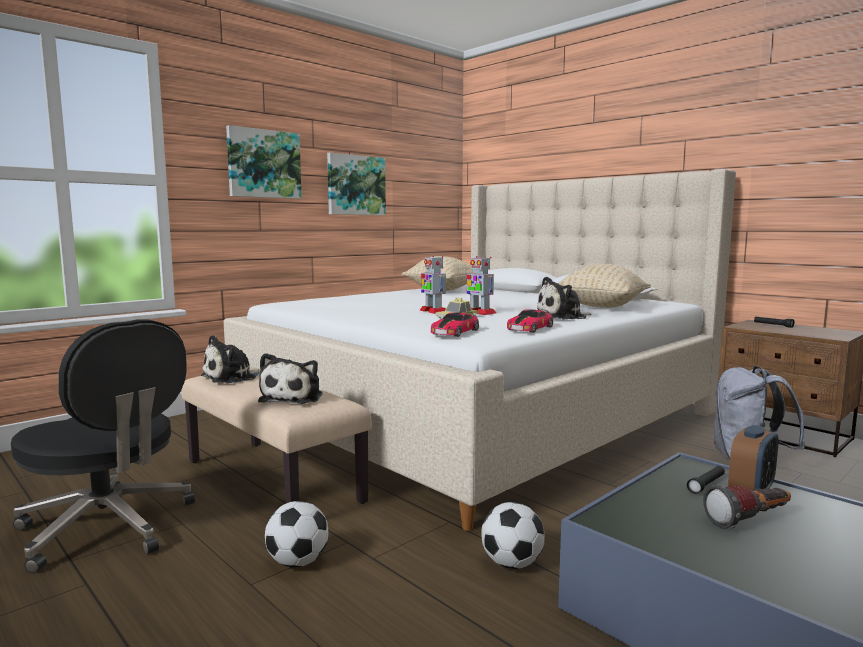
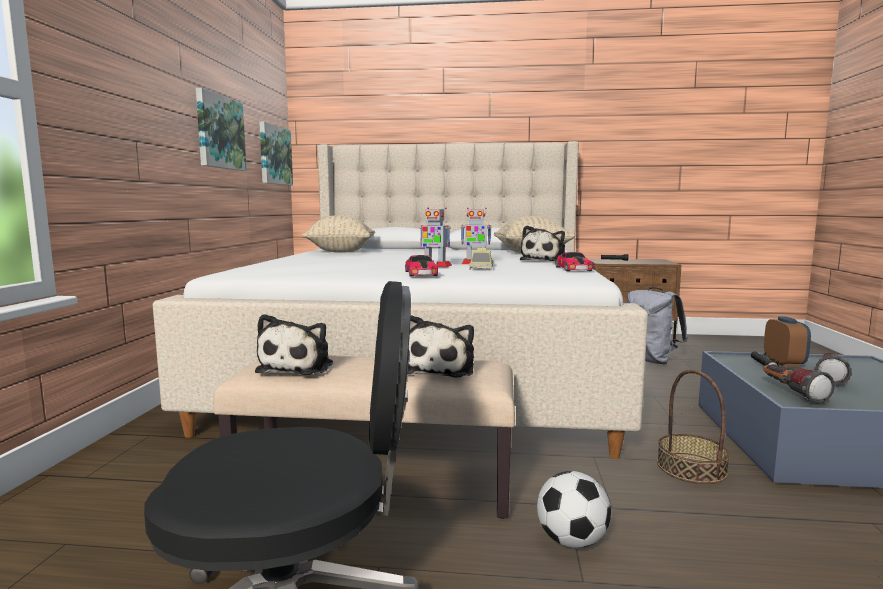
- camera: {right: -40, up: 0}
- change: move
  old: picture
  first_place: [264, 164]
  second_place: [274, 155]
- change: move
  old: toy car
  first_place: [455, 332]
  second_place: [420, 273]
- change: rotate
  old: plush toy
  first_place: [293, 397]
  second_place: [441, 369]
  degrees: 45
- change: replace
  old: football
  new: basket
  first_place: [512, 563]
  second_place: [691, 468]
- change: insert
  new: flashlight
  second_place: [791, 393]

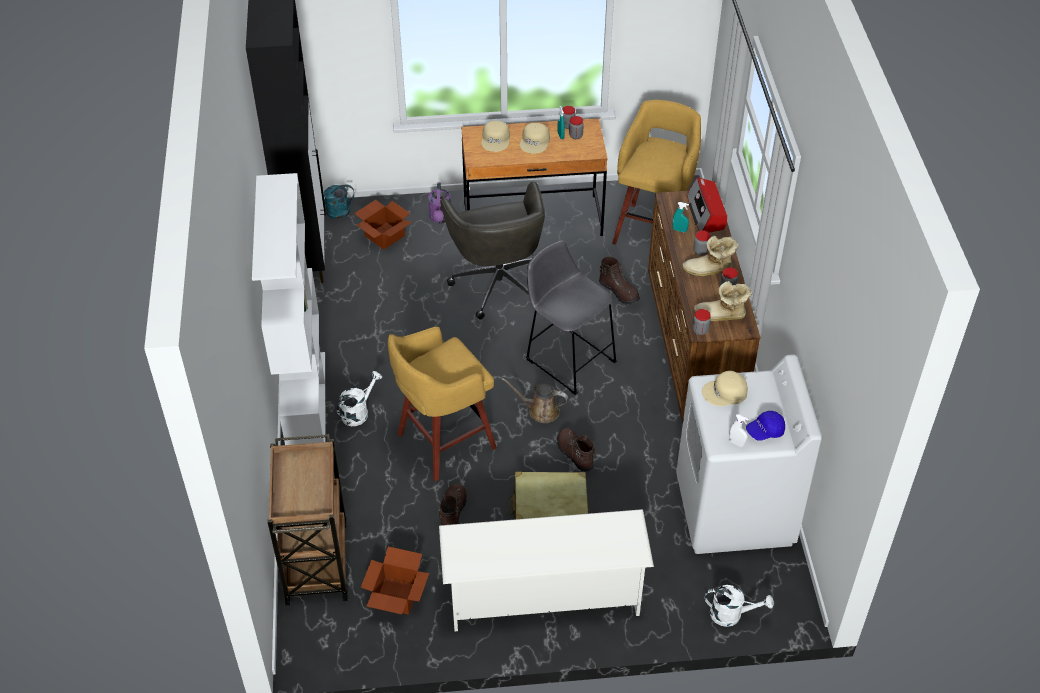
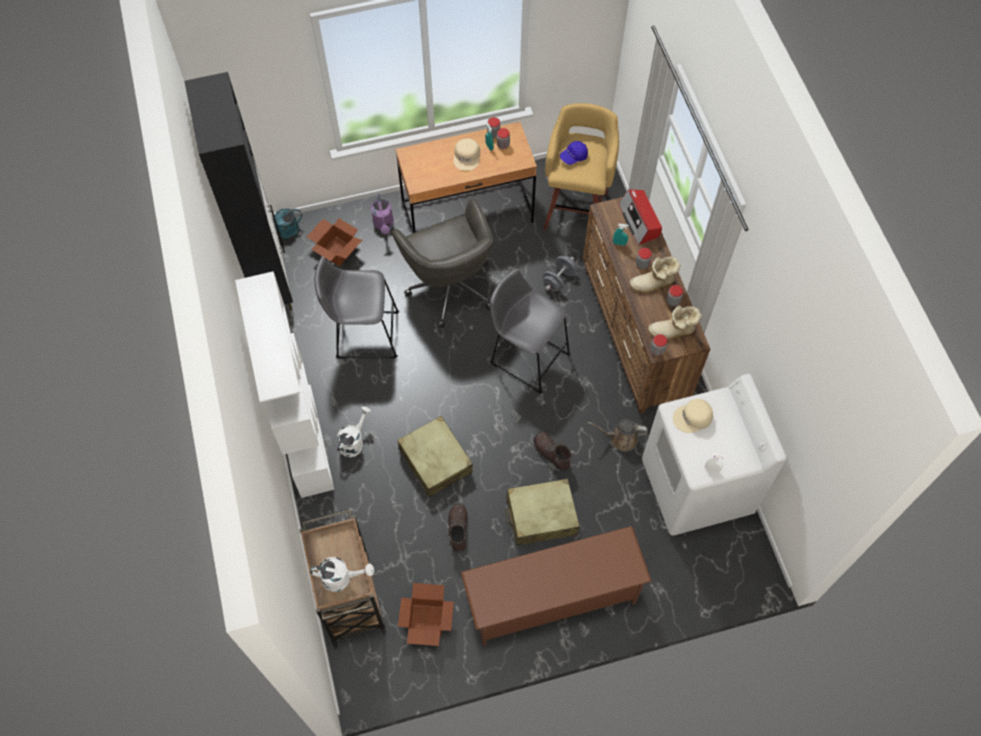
- camera: {right: -10, up: 15}
- change: move
  old: watering can in white
  first_place: [732, 614]
  second_place: [342, 578]
- change: insert
  new: stool in grey
  second_place: [363, 334]
- change: replace
  old: stool in yellow
  new: suitcase in beige
  first_place: [443, 442]
  second_place: [435, 461]
- change: recolor
  old: shoe rack in white
  new: shoe rack in brown
  first_place: [543, 596]
  second_place: [551, 598]
- change: replace
  old: boot in brown
  new: dumbbell in grey
  first_place: [619, 292]
  second_place: [559, 280]
- change: move
  old: cap in blue
  first_place: [765, 431]
  second_place: [573, 157]
- change: move
  old: watering can in brown
  first_place: [540, 411]
  second_place: [620, 439]
- change: delete
  old: cap in beige
  first_place: [496, 140]

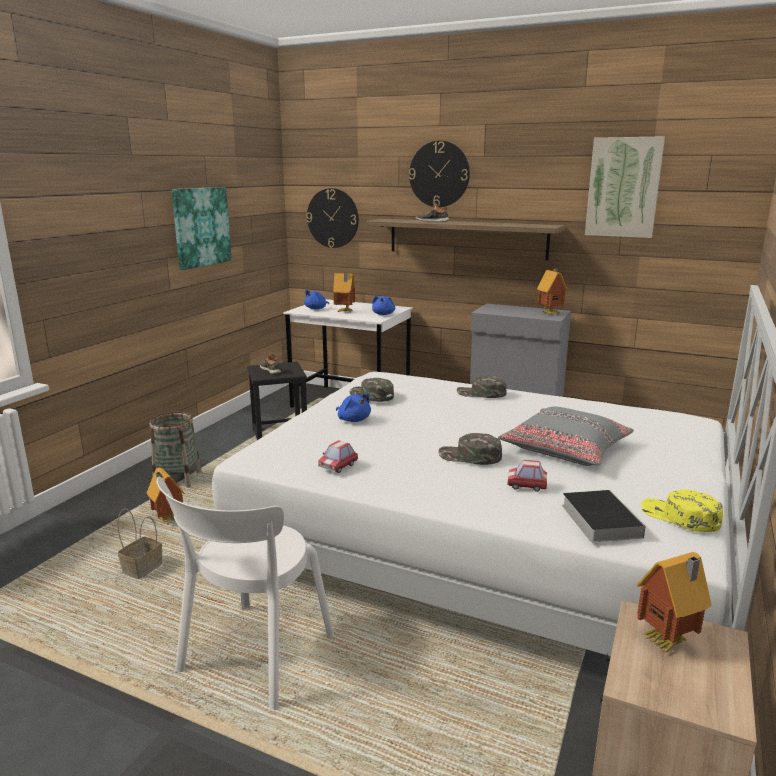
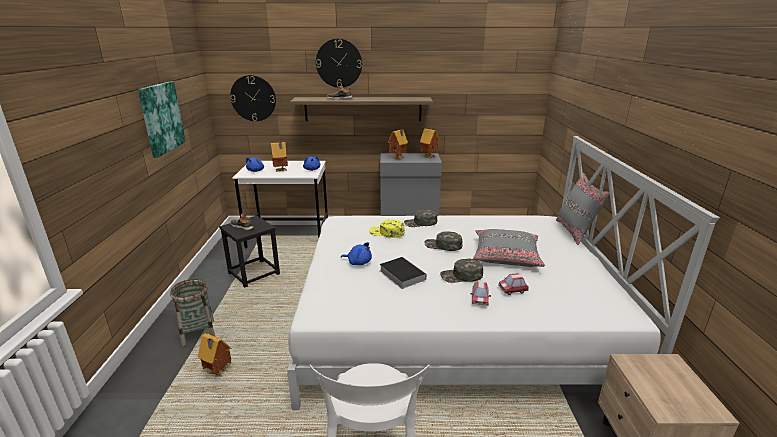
- camera: {right: -25, up: 5}
- change: move
  old: cap in yellow
  first_place: [680, 517]
  second_place: [386, 232]
- change: move
  old: book
  first_place: [598, 519]
  second_place: [401, 274]
- change: move
  old: toy house
  first_place: [668, 643]
  second_place: [398, 158]
- change: move
  old: cap in green
  first_place: [371, 395]
  second_place: [443, 245]
- change: move
  old: toy car
  first_place: [338, 466]
  second_place: [479, 300]
- change: insert
  new: pillow in grey
  second_place: [575, 232]
- change: delete
  old: basket
  first_place: [143, 568]
- change: delete
  old: picture
  first_place: [623, 187]

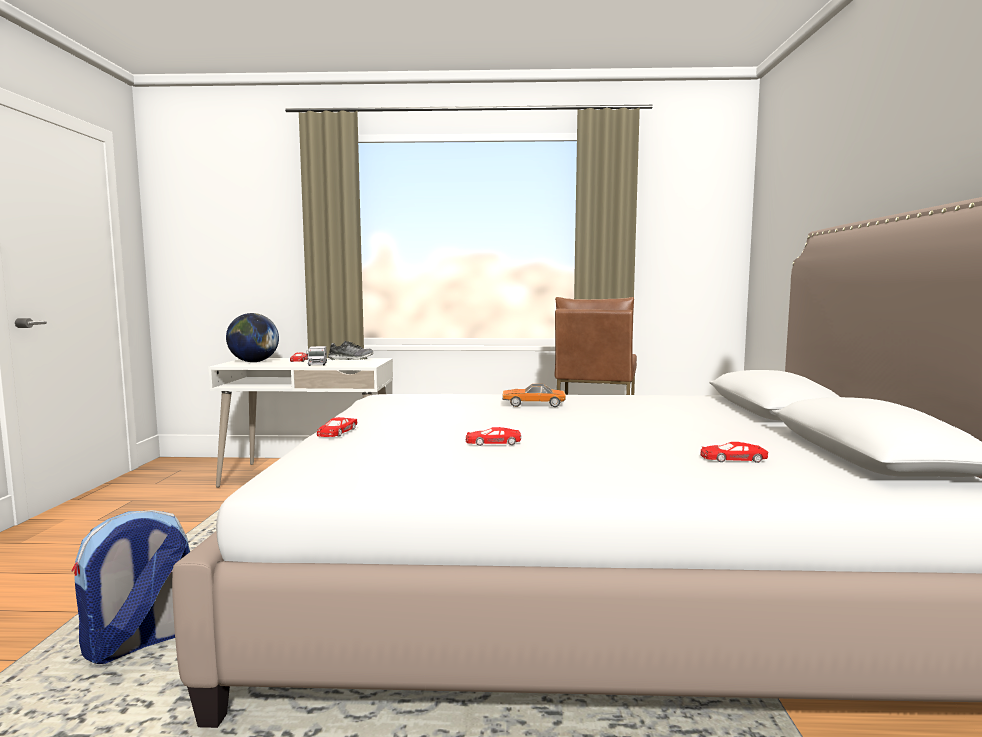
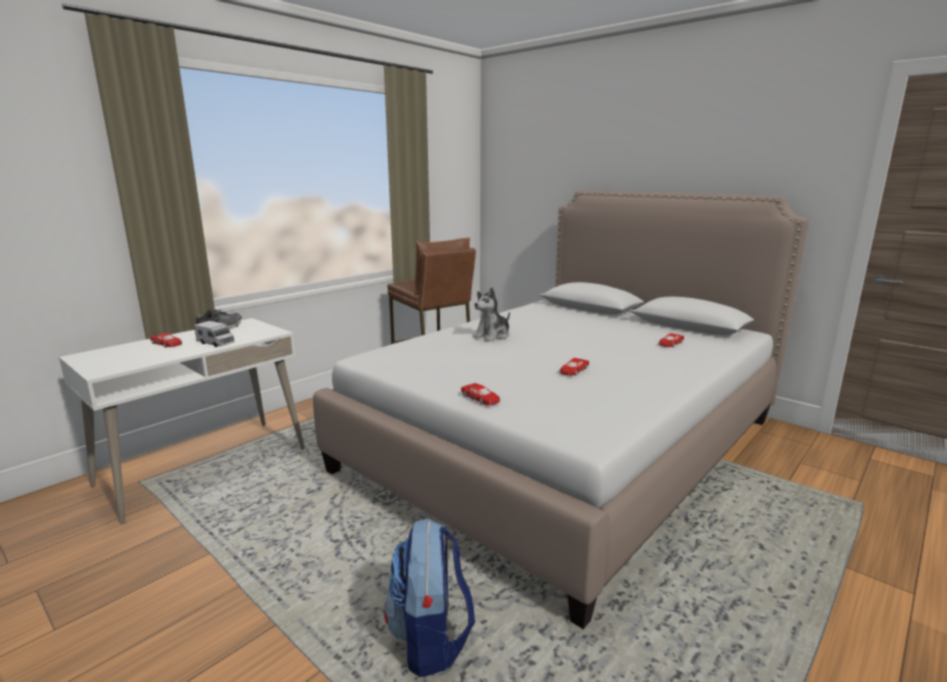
- camera: {right: -50, up: 10}
- change: replace
  old: toy car
  new: plush toy
  first_place: [533, 404]
  second_place: [492, 336]
- change: delete
  old: globe
  first_place: [253, 362]

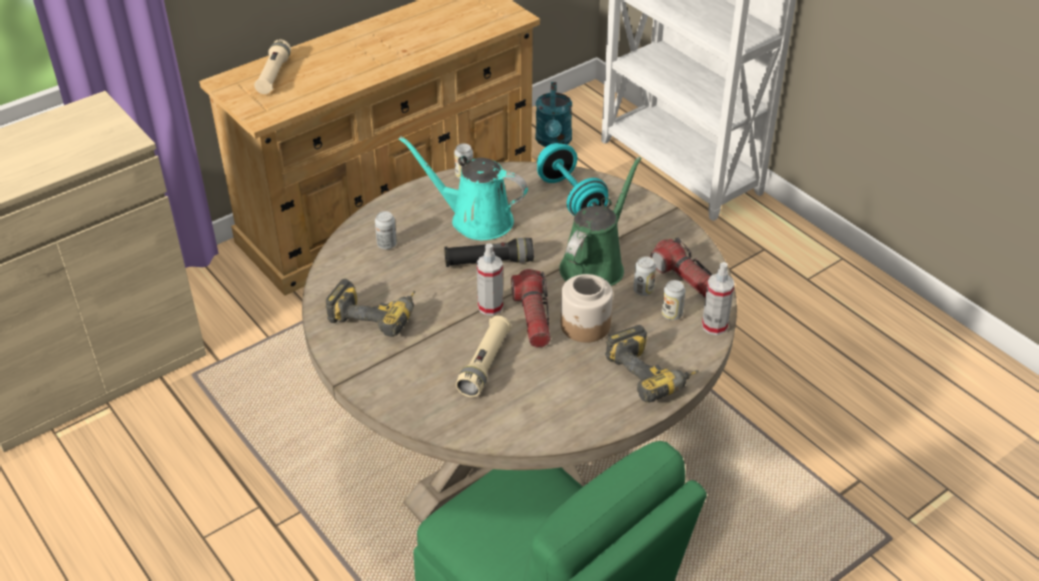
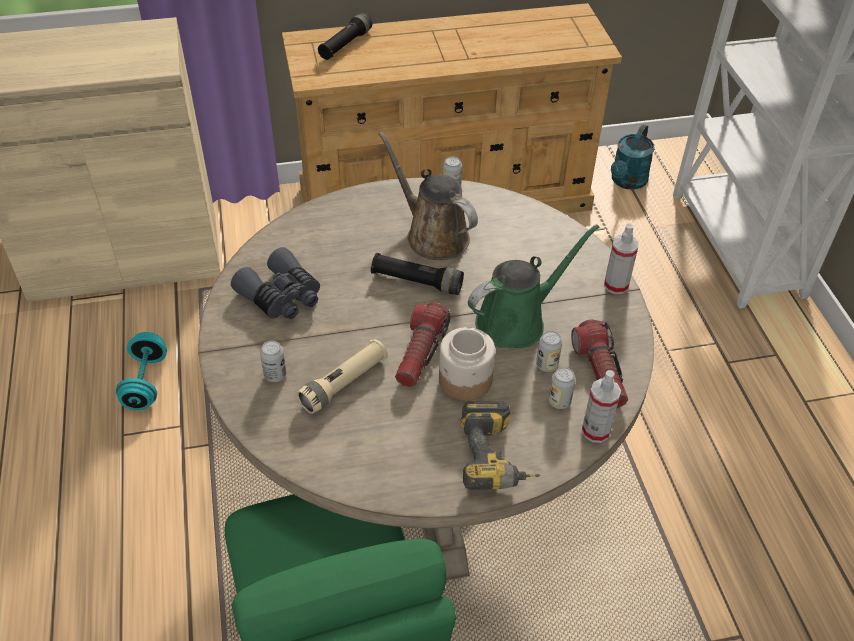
- camera: {right: 25, up: 5}
- change: move
  old: dumbbell in turquoise
  first_place: [571, 197]
  second_place: [146, 382]
- change: replace
  old: power drill
  new: binoculars in grey
  first_place: [376, 314]
  second_place: [282, 296]
- change: move
  old: can
  first_place: [387, 244]
  second_place: [275, 375]
- change: recolor
  old: flashlight in beige
  new: flashlight in black
  first_place: [273, 75]
  second_place: [345, 45]
- change: recolor
  old: watering can in turquoise
  new: watering can in brown
  first_place: [475, 219]
  second_place: [433, 235]
- change: move
  old: spray bottle
  first_place: [490, 307]
  second_place: [616, 285]

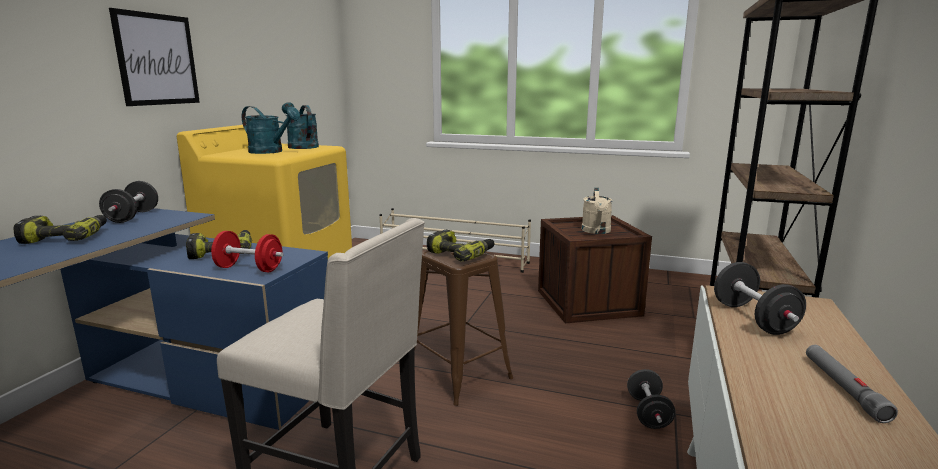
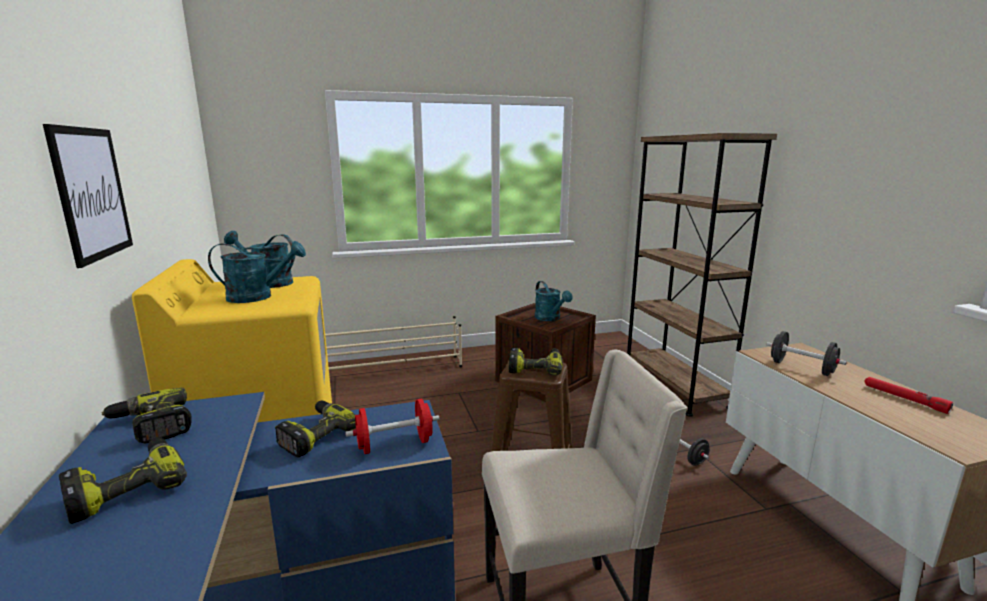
- camera: {right: -35, up: 0}
- change: replace
  old: dumbbell in black
  new: power drill
  first_place: [133, 217]
  second_place: [152, 426]
- change: recolor
  old: watering can in beige
  new: watering can in turquoise
  first_place: [596, 231]
  second_place: [550, 318]
- change: recolor
  old: flashlight in grey
  new: flashlight in red
  first_place: [843, 387]
  second_place: [904, 399]

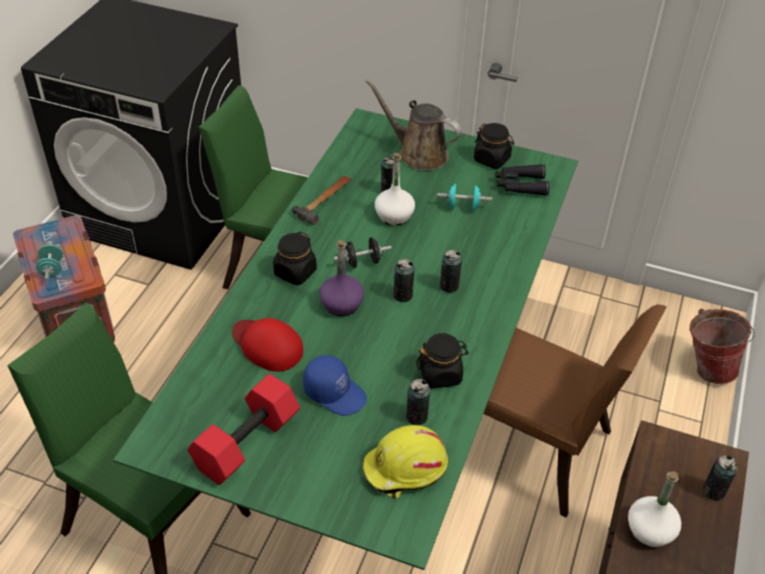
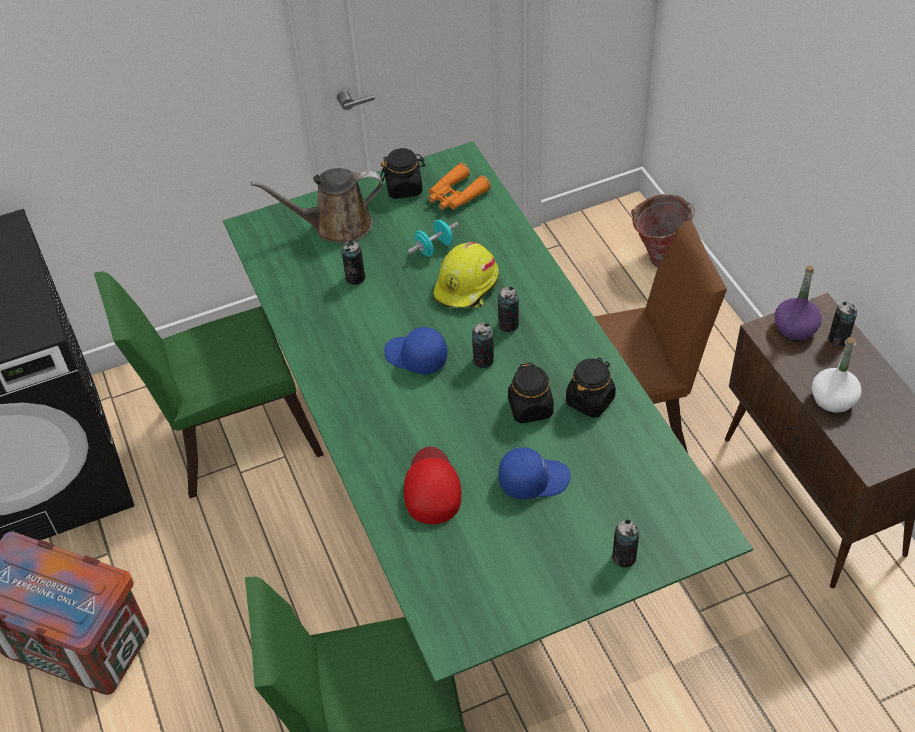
- camera: {right: -40, up: 5}
- change: replace
  old: dumbbell in black
  new: cap in blue
  first_place: [362, 262]
  second_place: [415, 357]
- change: rotate
  old: cap in red
  first_place: [267, 345]
  second_place: [432, 487]
  degrees: 90
- change: recolor
  old: binoculars in black
  new: binoculars in orange
  first_place: [520, 185]
  second_place: [455, 196]
- change: move
  old: hard hat in yellow
  first_place: [405, 469]
  second_place: [467, 286]
- change: move
  old: jar in black
  first_place: [295, 272]
  second_place: [530, 408]
- change: move
  old: can
  first_place: [416, 417]
  second_place: [624, 557]
- change: move
  old: bottle in purple
  first_place: [341, 304]
  second_place: [795, 328]
- change: delete
  old: dumbbell in turquoise
  first_place: [52, 269]
- change: delete
  old: dumbbell in red
  first_place: [246, 441]
- change: delete
  old: hammer
  first_place: [325, 201]
- change: delete
  old: bottle in white
  first_place: [394, 216]

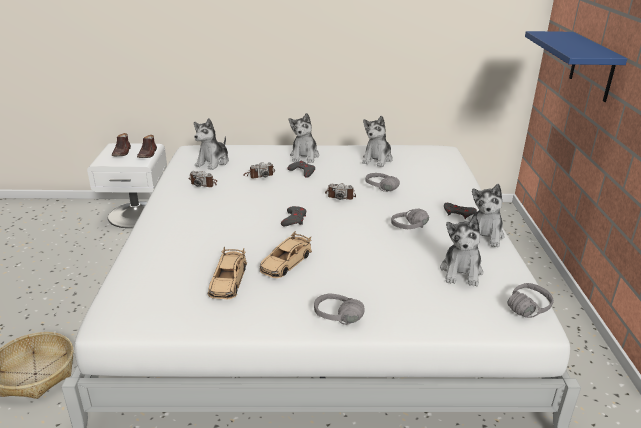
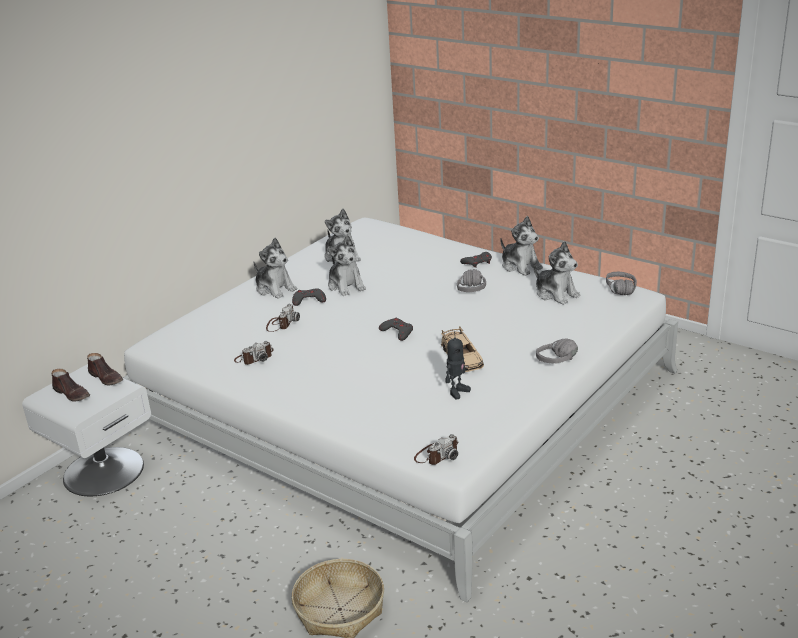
- camera: {right: -50, up: 0}
- change: move
  old: plush toy
  first_place: [213, 162]
  second_place: [346, 285]
- change: move
  old: photo camera
  first_place: [340, 196]
  second_place: [437, 455]
- change: replace
  old: toy car in beige
  new: toy robot
  first_place: [228, 281]
  second_place: [457, 392]
- change: delete
  old: headphones in grey
  first_place: [378, 189]
- change: delete
  old: shelf in blue
  first_place: [592, 66]

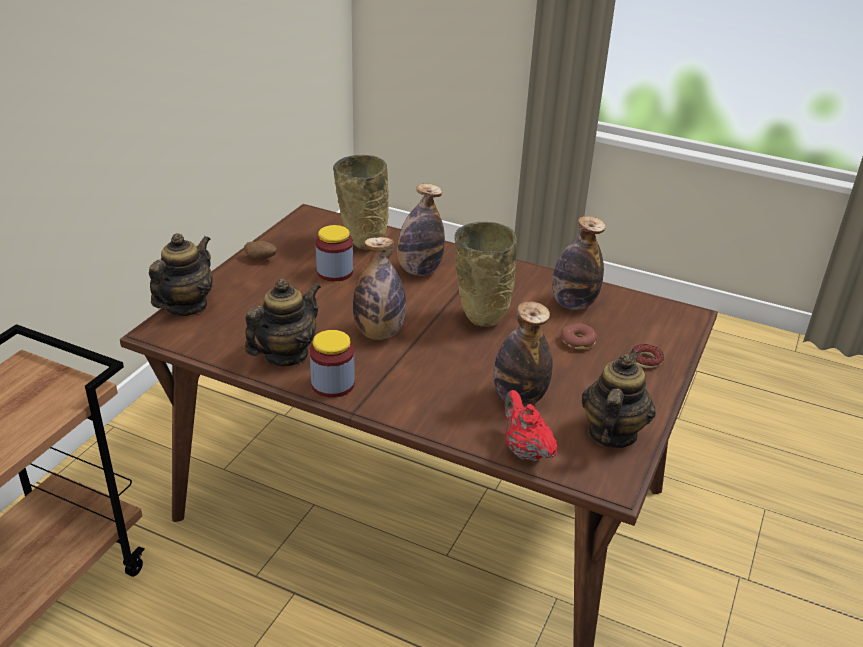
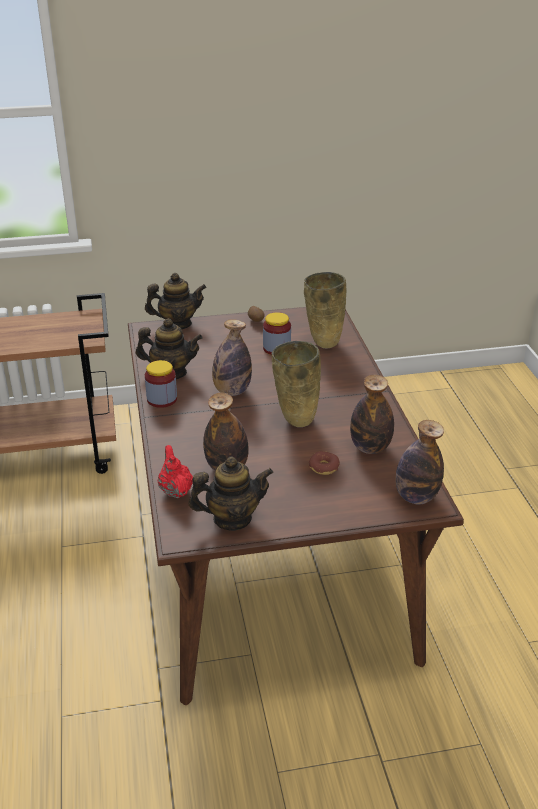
- camera: {right: 55, up: 0}
- change: rotate
  old: teapot in red
  first_place: [525, 450]
  second_place: [175, 490]
  degrees: -45
- change: move
  old: bottle
  first_place: [419, 270]
  second_place: [416, 497]
- change: delete
  old: donut
  first_place: [646, 360]

